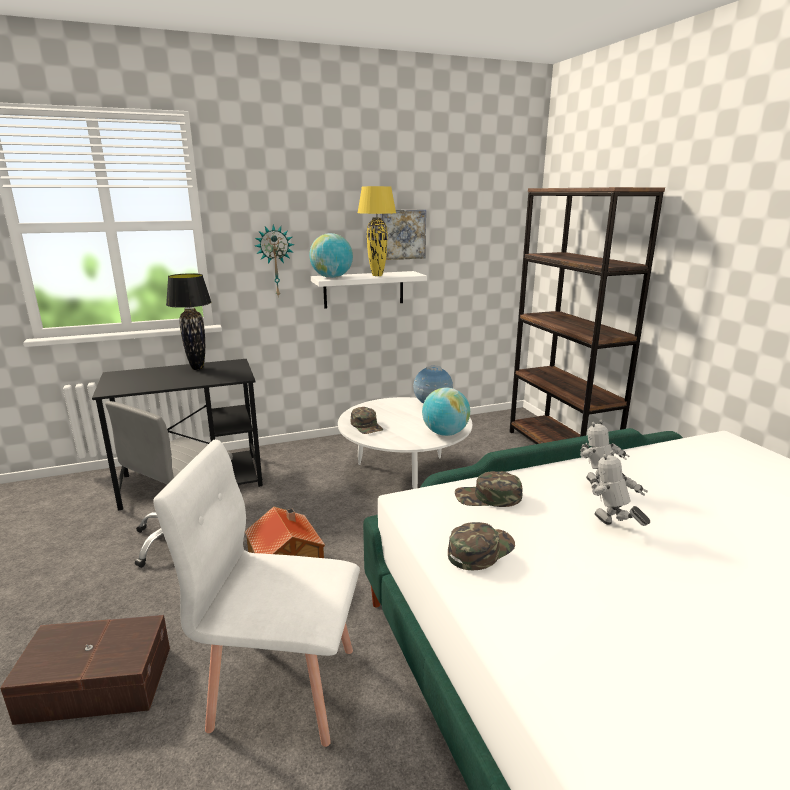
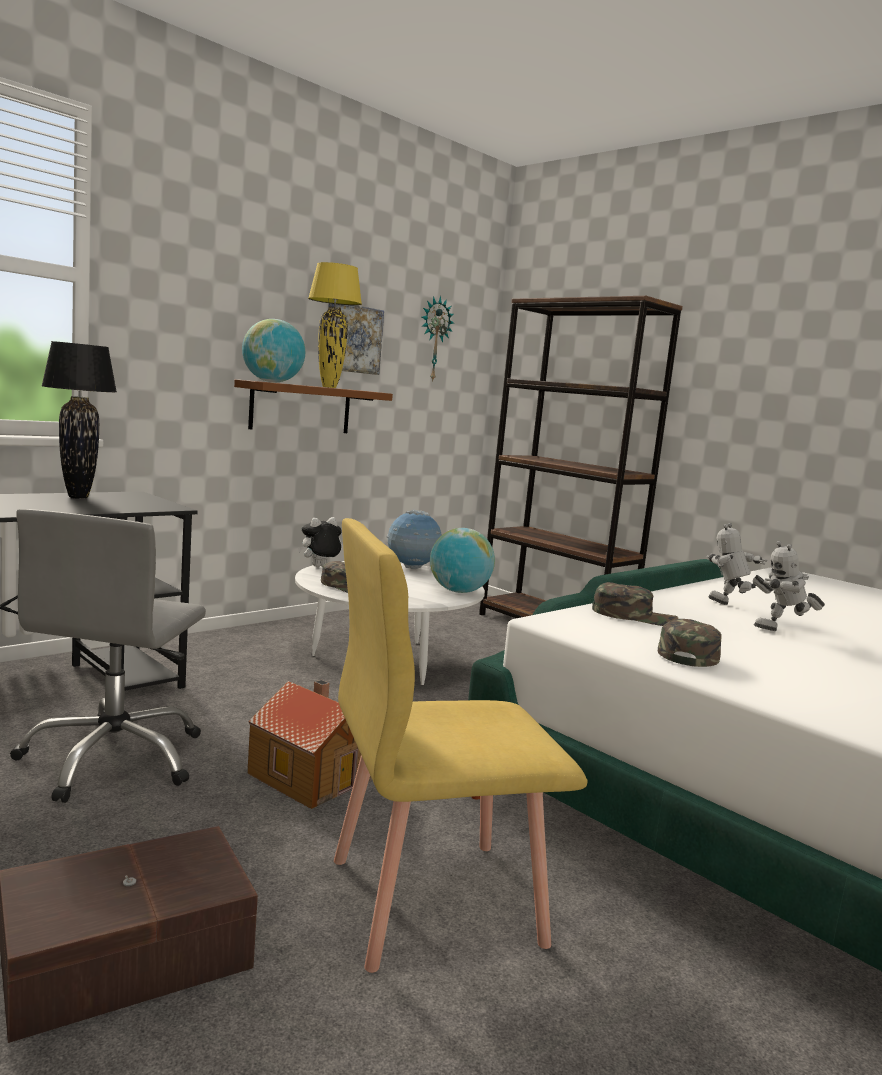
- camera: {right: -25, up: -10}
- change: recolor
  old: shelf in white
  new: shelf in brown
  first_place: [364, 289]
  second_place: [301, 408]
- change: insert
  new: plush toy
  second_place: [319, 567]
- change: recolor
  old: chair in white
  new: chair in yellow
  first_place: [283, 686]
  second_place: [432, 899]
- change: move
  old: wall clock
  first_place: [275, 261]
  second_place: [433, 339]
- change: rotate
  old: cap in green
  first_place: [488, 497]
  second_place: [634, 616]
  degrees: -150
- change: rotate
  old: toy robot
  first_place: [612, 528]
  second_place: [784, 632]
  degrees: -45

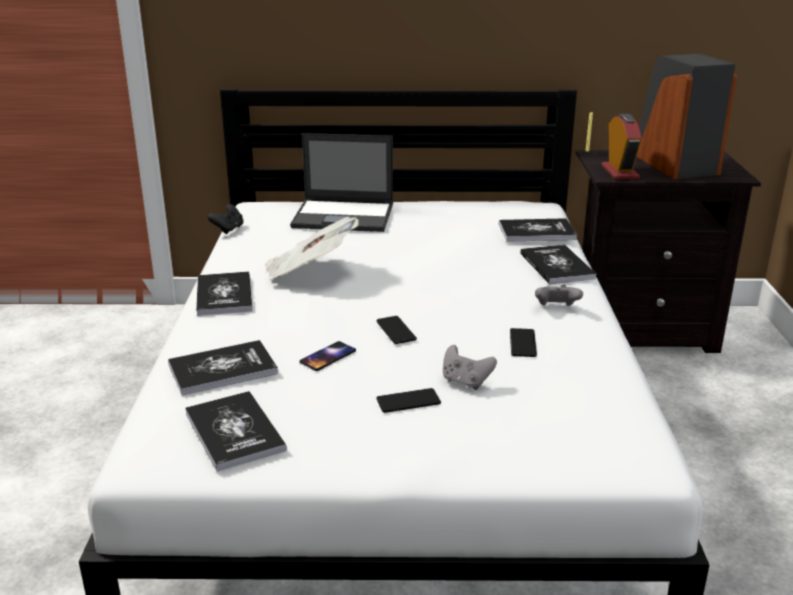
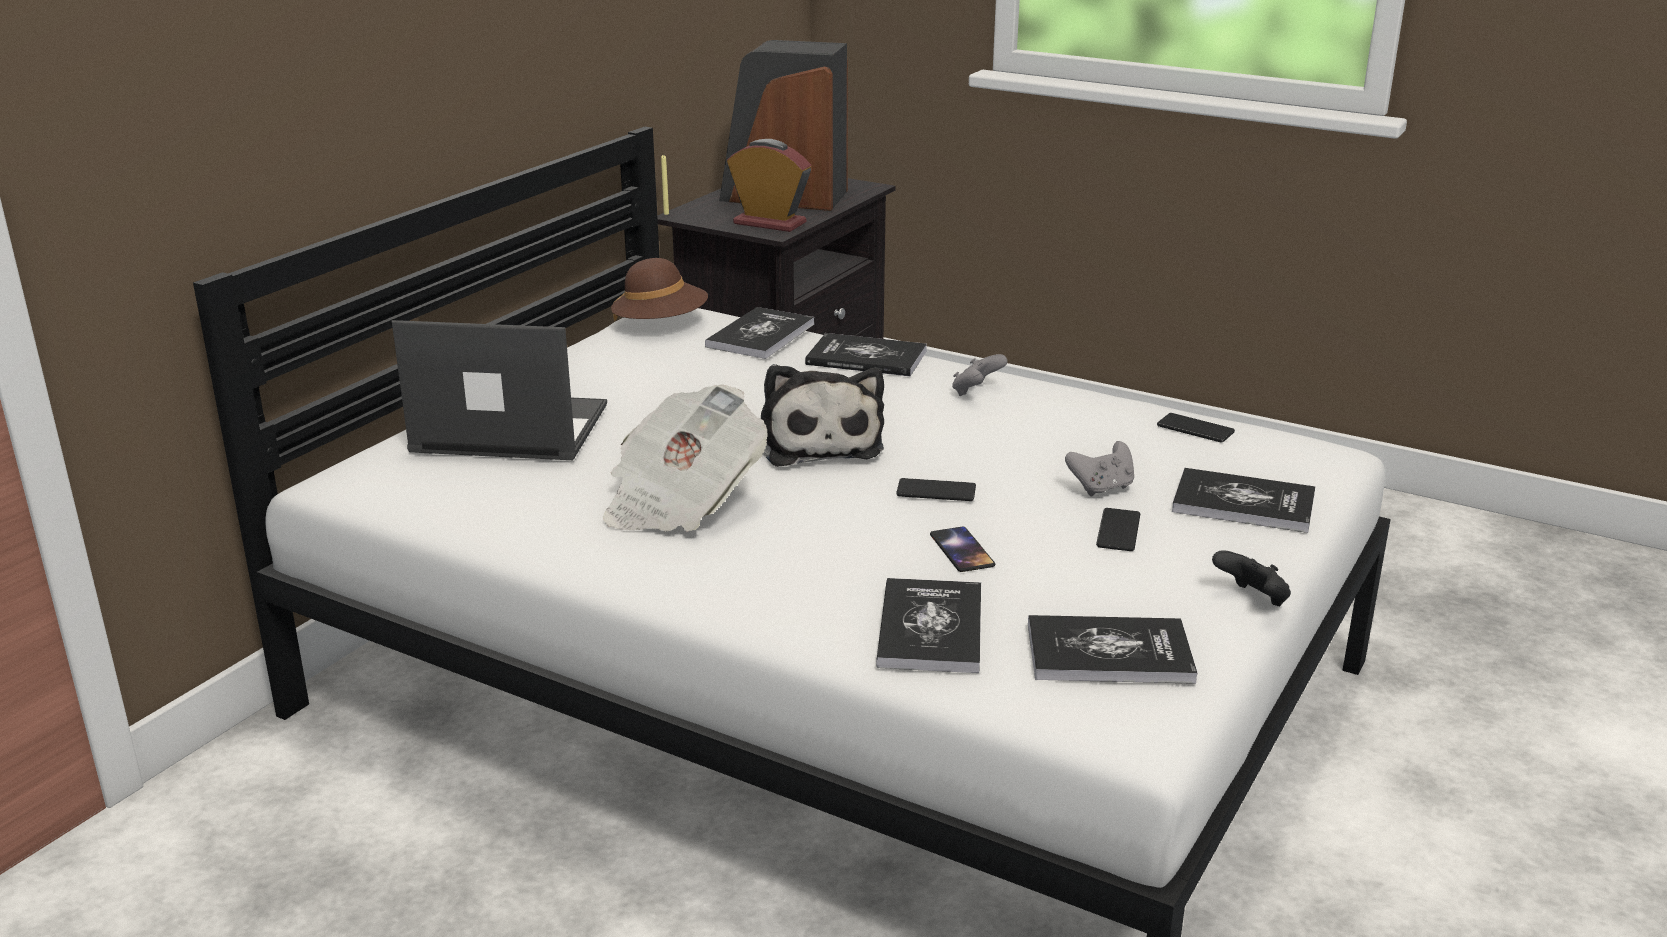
- camera: {right: -60, up: 0}
- change: rotate
  old: laptop
  first_place: [345, 216]
  second_place: [507, 428]
  degrees: -120
- change: insert
  new: hat in brown
  second_place: [661, 325]
- change: insert
  new: plush toy
  second_place: [819, 442]
- change: move
  old: phone
  first_place: [522, 343]
  second_place: [1195, 429]
- change: move
  old: book
  first_place: [224, 295]
  second_place: [1243, 503]
- change: move
  old: game controller in black
  first_place: [228, 229]
  second_place: [1252, 600]

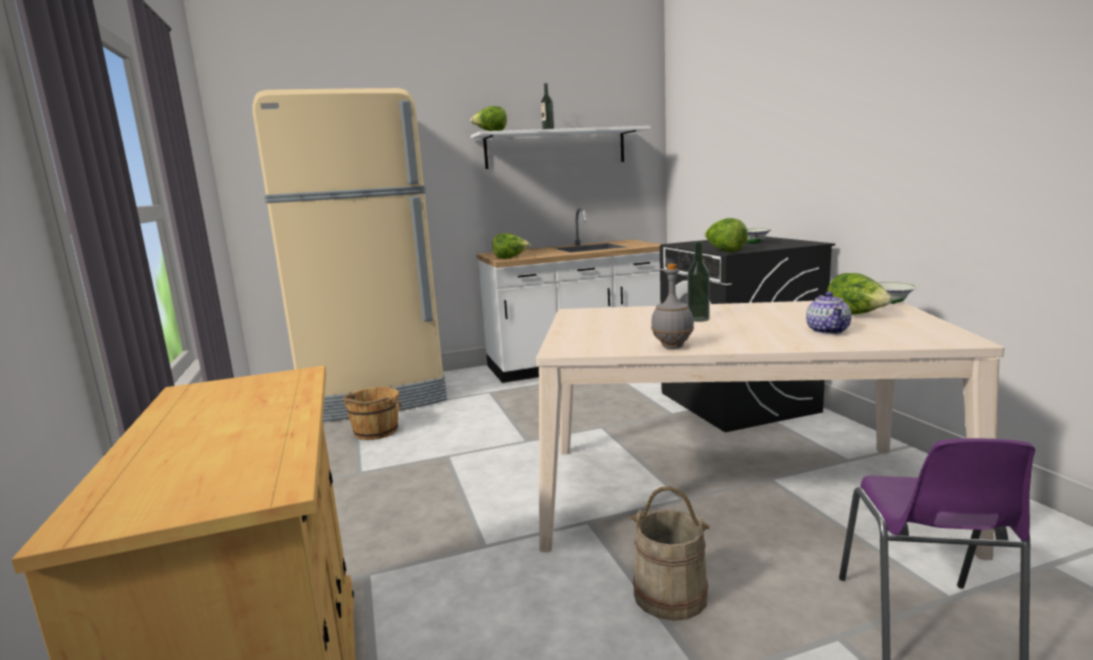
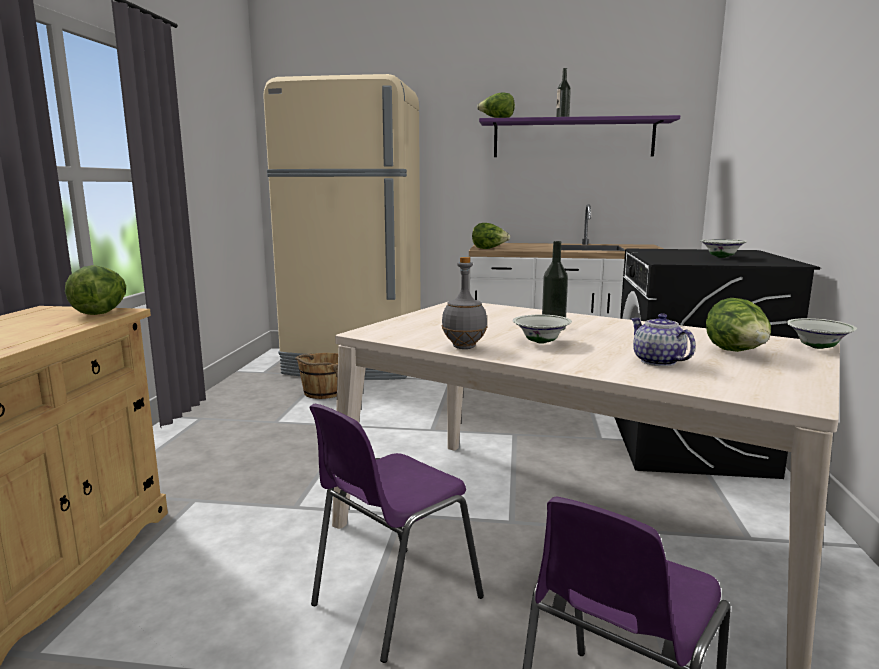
- camera: {right: 25, up: 0}
- change: move
  old: lettuce
  first_place: [724, 251]
  second_place: [101, 312]
- change: replace
  old: bucket in beige
  new: chair in purple
  first_place: [670, 595]
  second_place: [392, 602]
- change: recolor
  old: shelf in white
  new: shelf in purple
  first_place: [556, 148]
  second_place: [573, 139]
- change: insert
  new: bowl in white
  second_place: [541, 342]
- change: rotate
  old: teapot
  first_place: [828, 331]
  second_place: [658, 362]
  degrees: 120

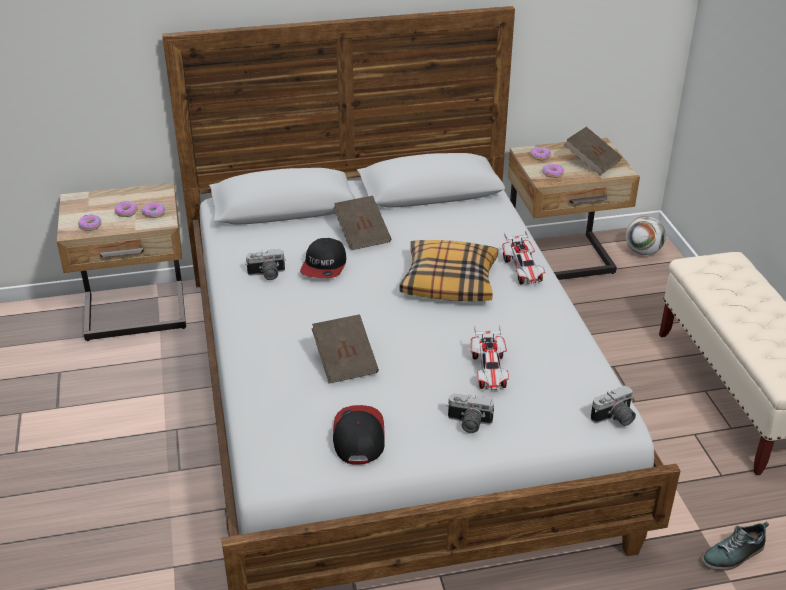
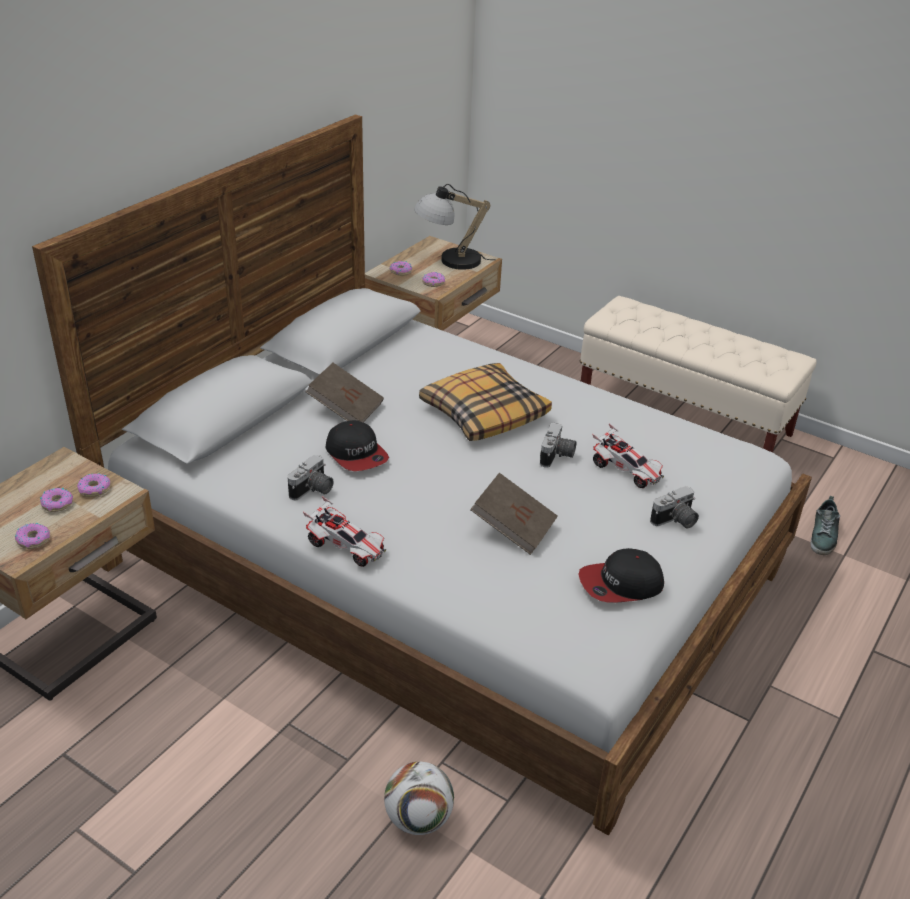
- camera: {right: -45, up: 0}
- change: move
  old: toy car
  first_place: [523, 270]
  second_place: [346, 547]
- change: move
  old: football
  first_place: [642, 251]
  second_place: [418, 818]
- change: replace
  old: book in brown
  new: table lamp
  first_place: [591, 162]
  second_place: [449, 261]
- change: move
  old: photo camera
  first_place: [614, 419]
  second_place: [557, 456]
- change: rotate
  old: cap
  first_place: [358, 436]
  second_place: [620, 584]
  degrees: -60

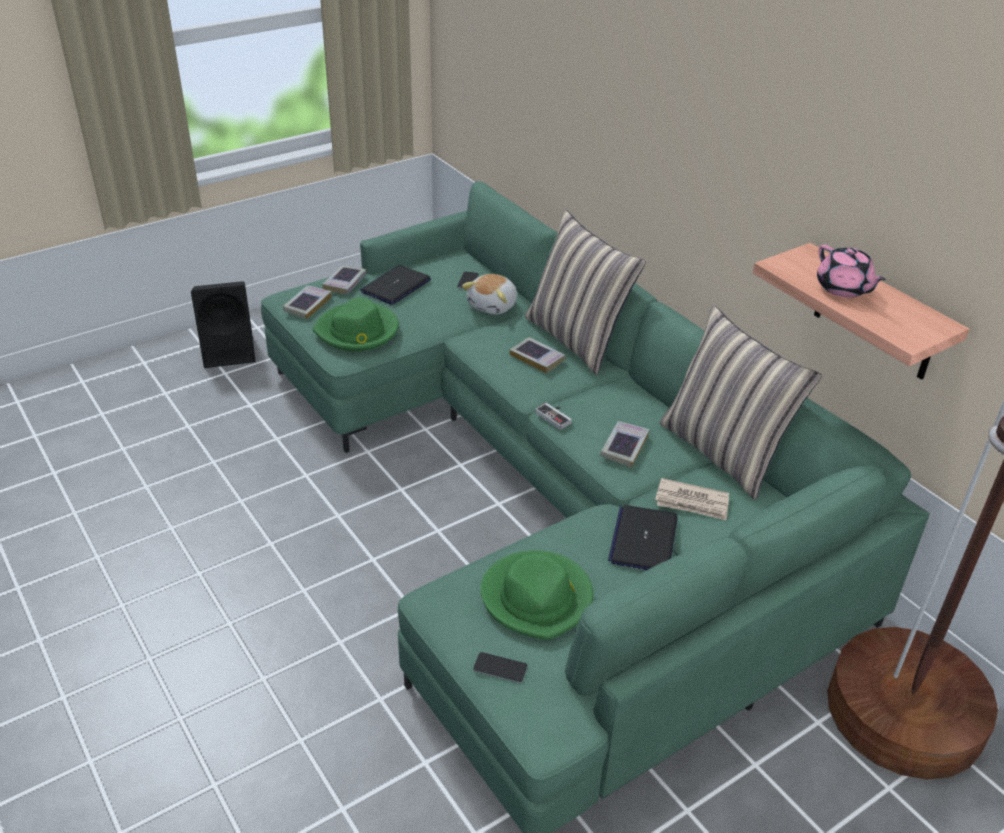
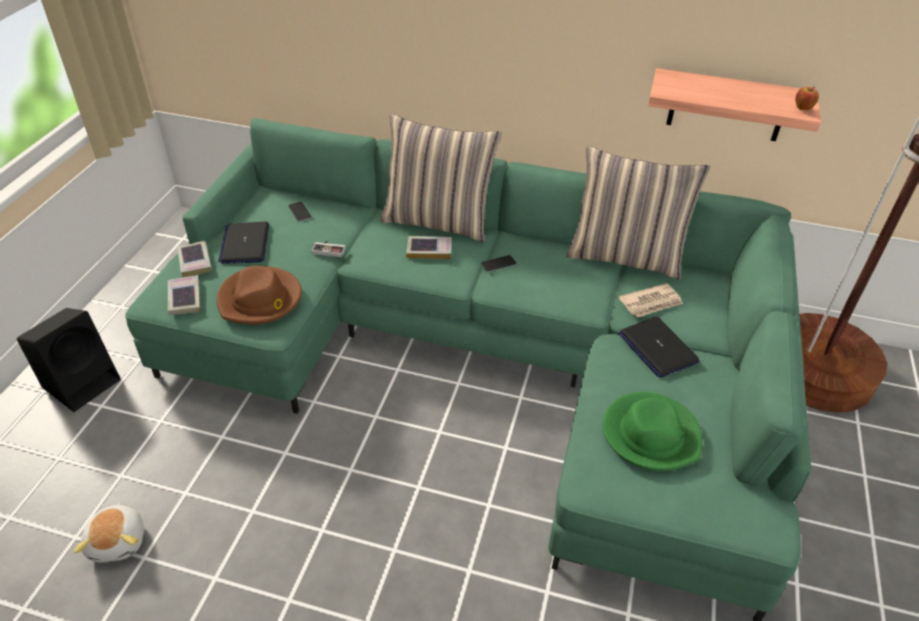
- camera: {right: -40, up: 5}
- change: move
  old: plush toy
  first_place: [493, 306]
  second_place: [119, 541]
- change: recolor
  old: hat in green
  new: hat in brown
  first_place: [357, 331]
  second_place: [260, 299]
- change: move
  old: game controller
  first_place: [556, 417]
  second_place: [329, 249]
- change: move
  old: phone
  first_place: [500, 668]
  second_place: [498, 264]
- change: insert
  new: apple
  second_place: [802, 109]
- change: delete
  old: book
  first_place: [624, 447]
- change: delete
  old: teapot in pink
  first_place: [843, 288]

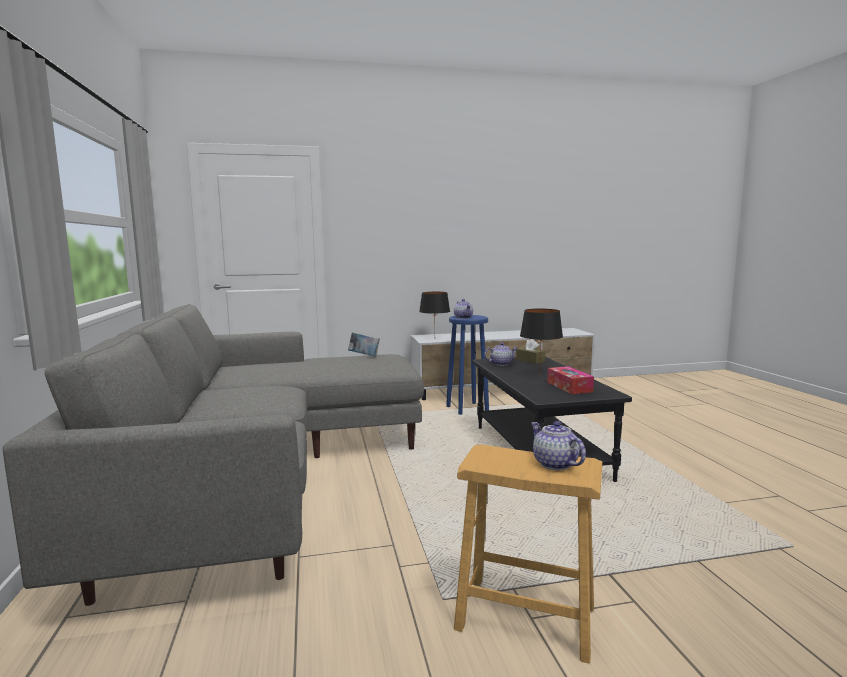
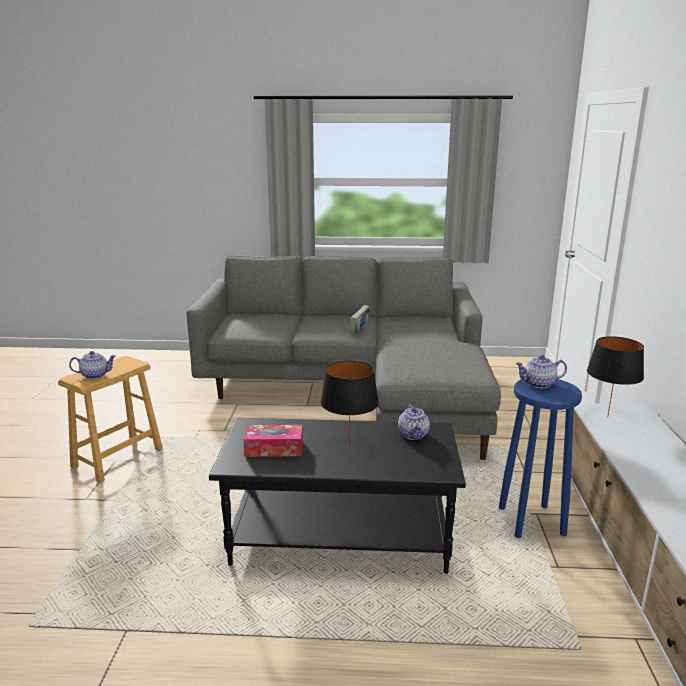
- camera: {right: 105, up: 10}
- change: move
  old: book
  first_place: [364, 356]
  second_place: [359, 331]
- change: delete
  old: tissue box in brown
  first_place: [530, 361]

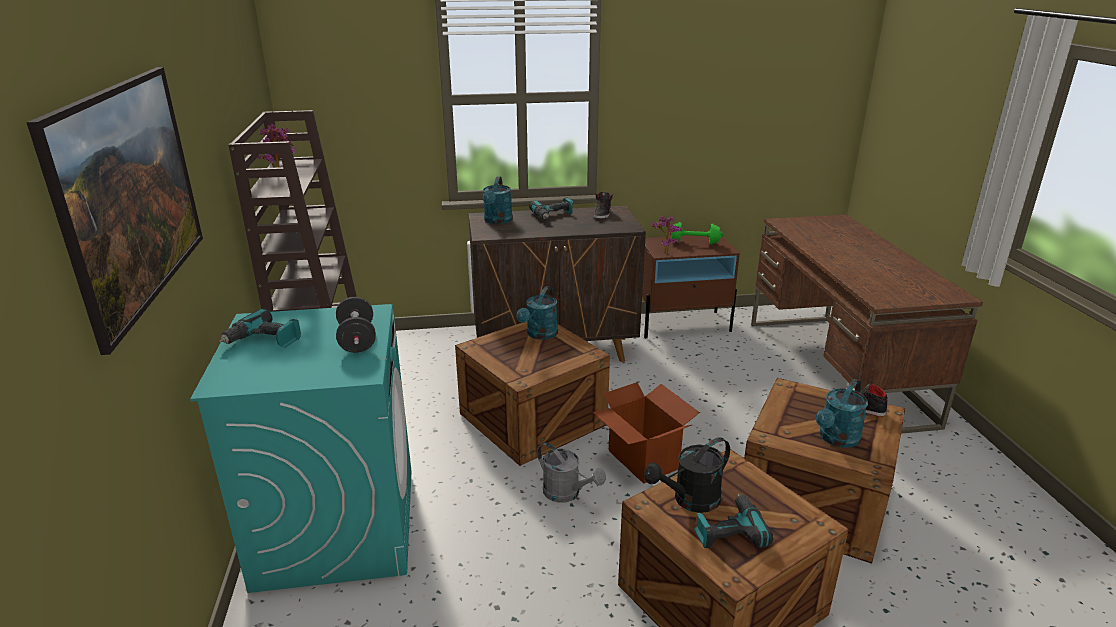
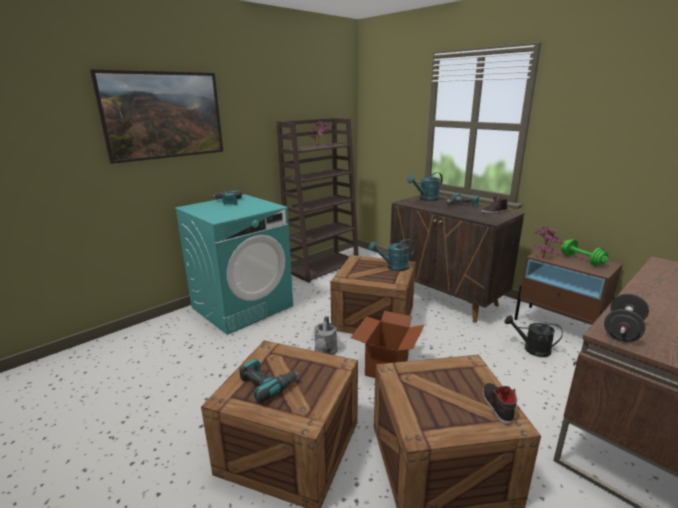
- camera: {right: 55, up: -5}
- change: move
  old: watering can in black
  first_place: [690, 501]
  second_place: [531, 349]
- change: move
  old: dumbbell in black
  first_place: [357, 340]
  second_place: [622, 330]
- change: delete
  old: watering can in turquoise
  first_place: [836, 439]

